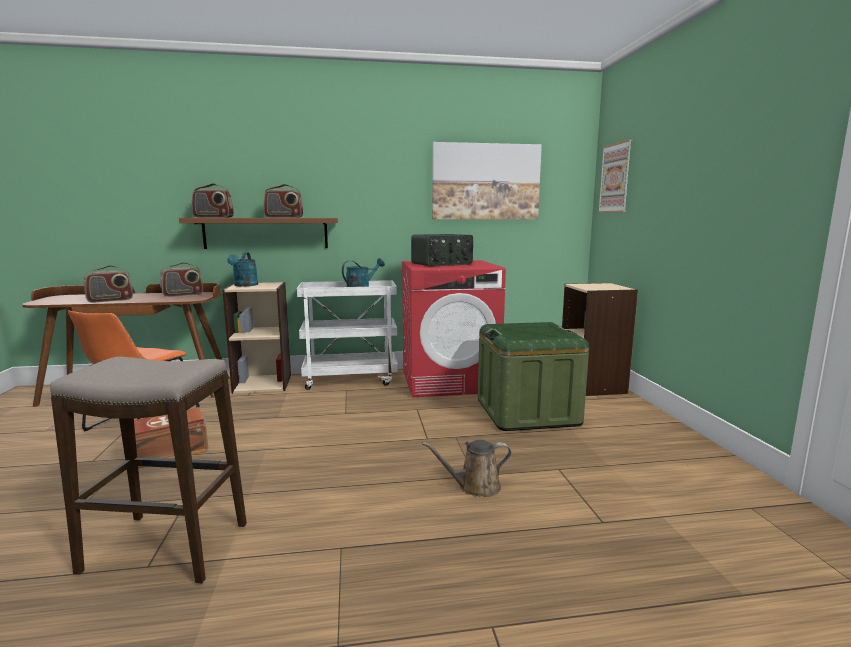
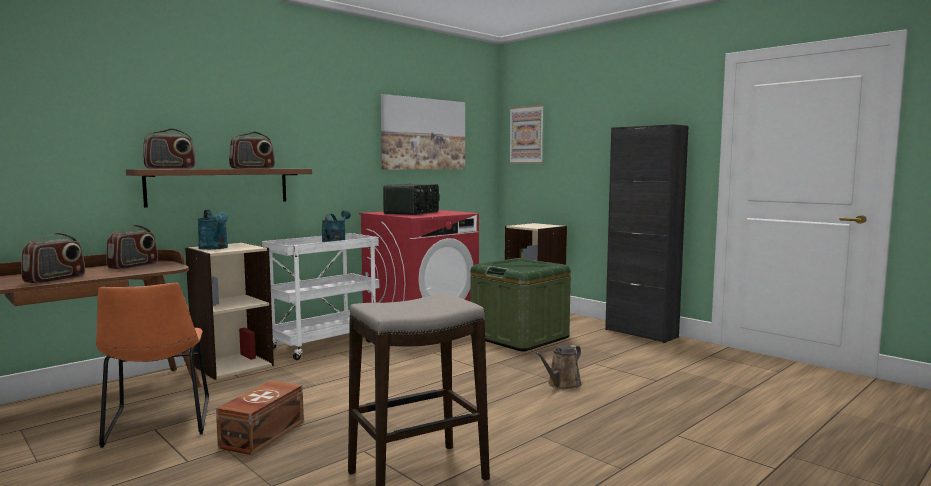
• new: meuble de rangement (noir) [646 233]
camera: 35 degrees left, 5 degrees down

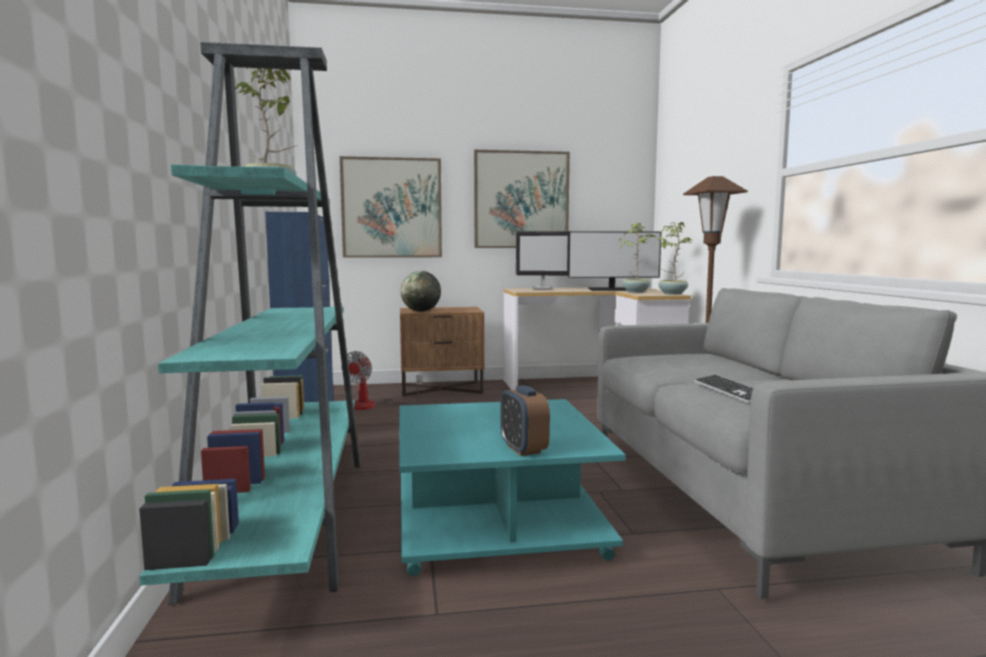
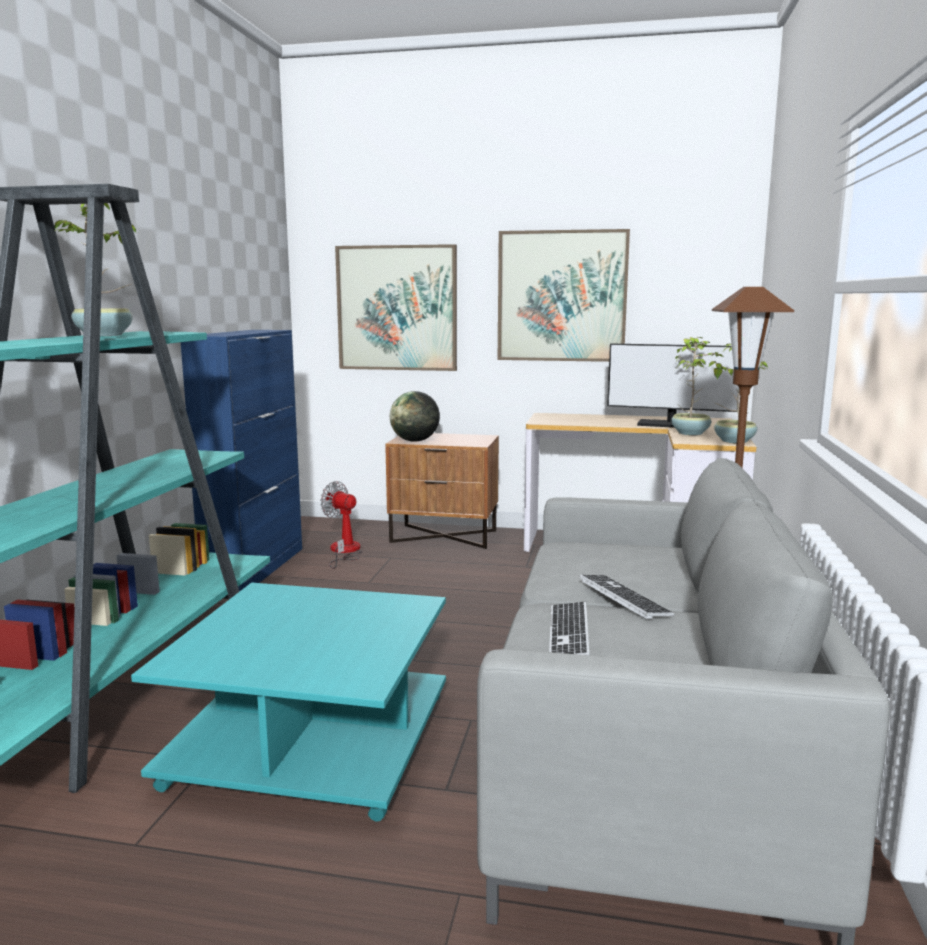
• rotated: ventilateur [381 380] = [341 525] 90 degrees clockwise
• gone: réveil [525 420]
• gone: écran d'ordinateur [543 260]
• new: clavier [627 597]
camera: 20 degrees right, 5 degrees up

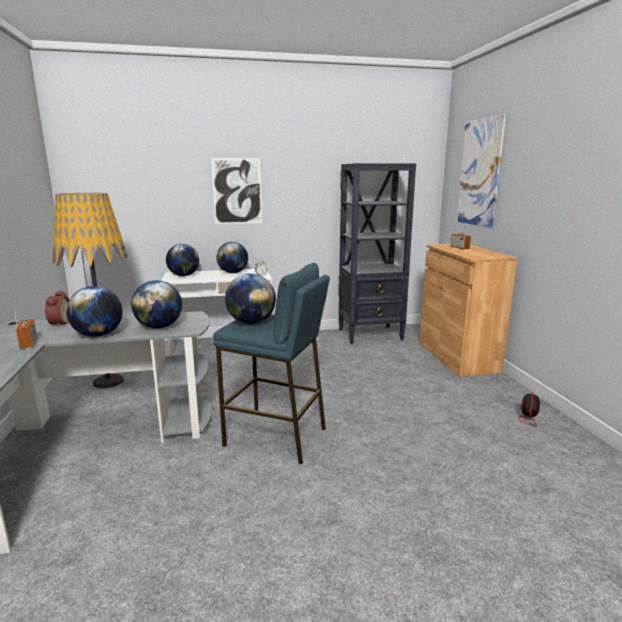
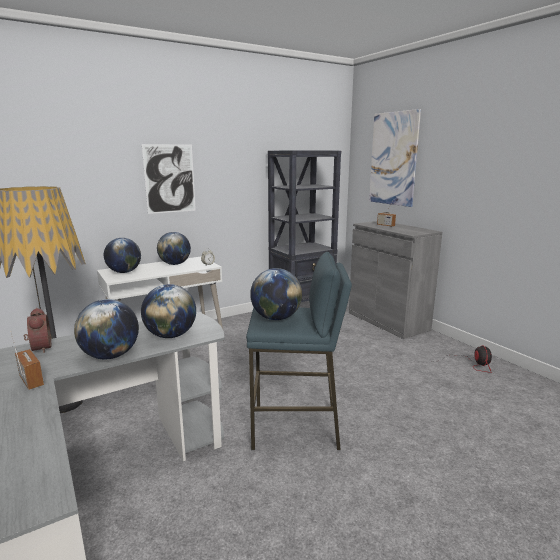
• repainted: meuble de rangement (marron) [468 310] to meuble de rangement (gris) [395 280]
camera: 20 degrees left, 0 degrees up

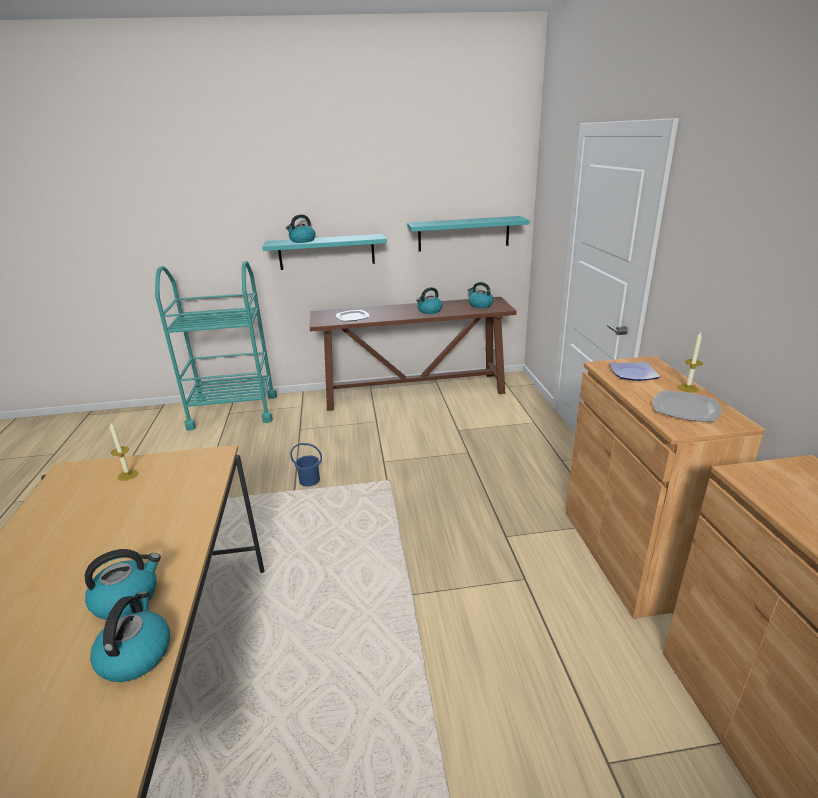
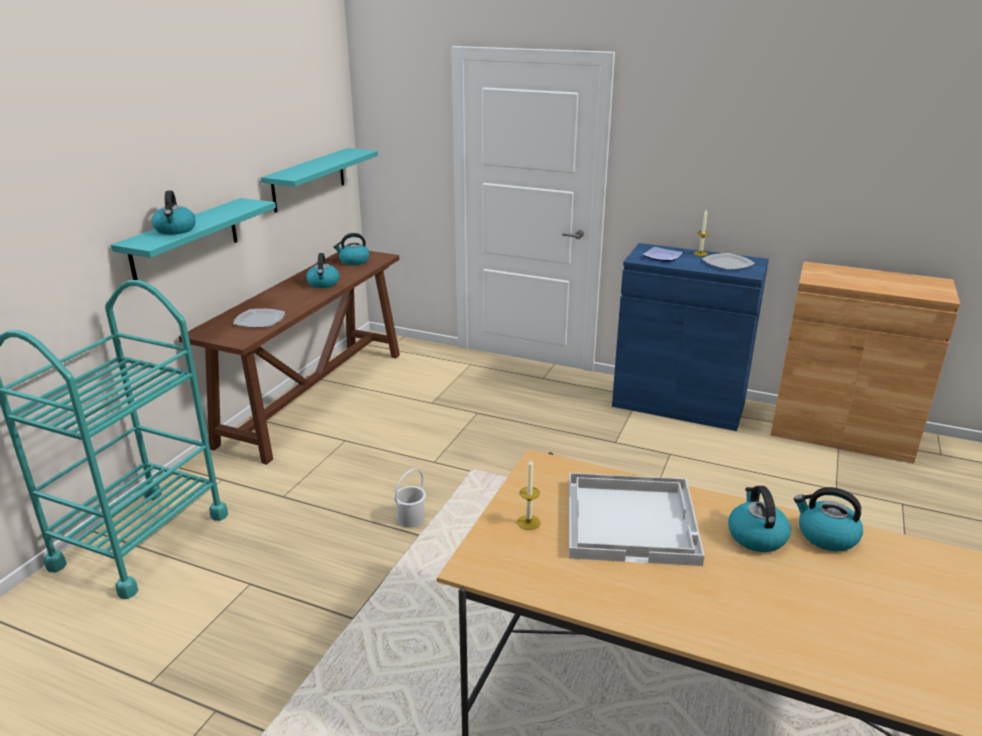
• repainted: seau (bleu) [306 465] to seau (blanc) [410 498]
• repainted: meuble de rangement (marron) [665 487] to meuble de rangement (bleu) [690 337]
• new: plateau (blanc) [637 519]
camera: 60 degrees left, 0 degrees up

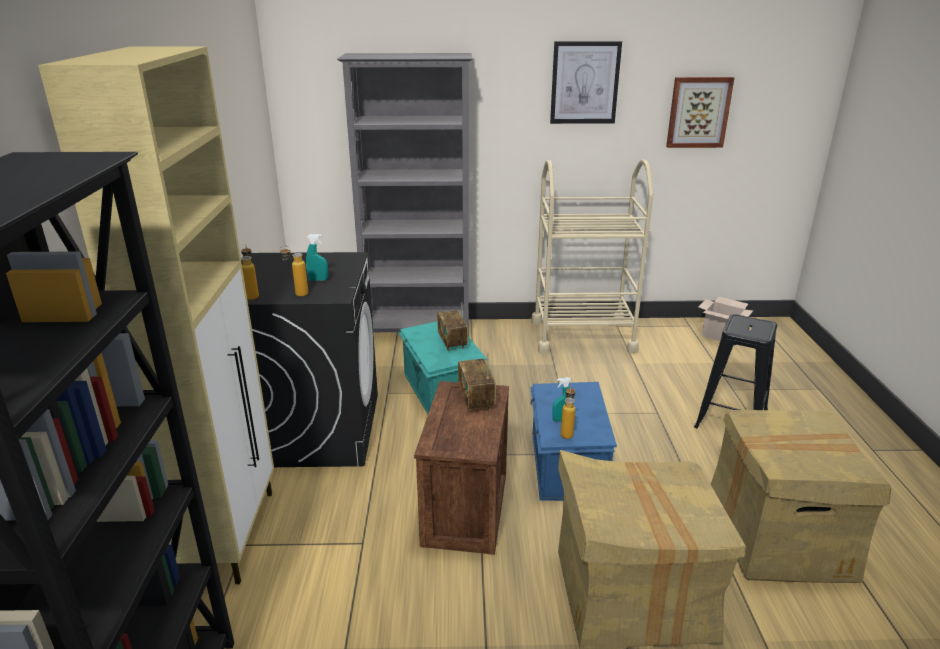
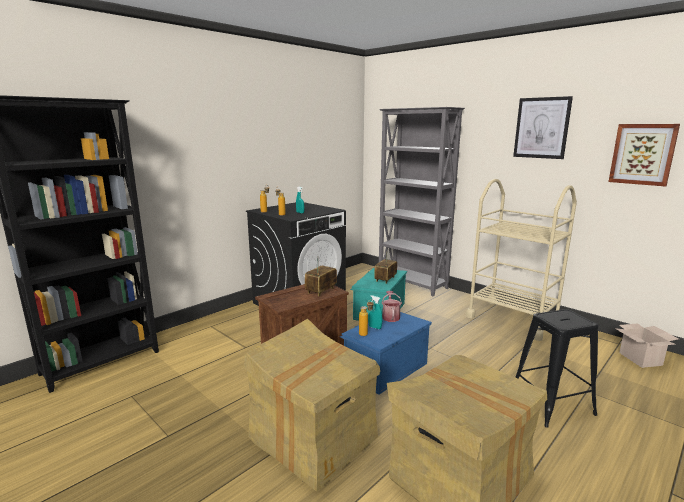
• gone: meuble de rangement (beige) [156 315]
• new: arrosoir [392 306]
camera: 45 degrees right, 10 degrees down

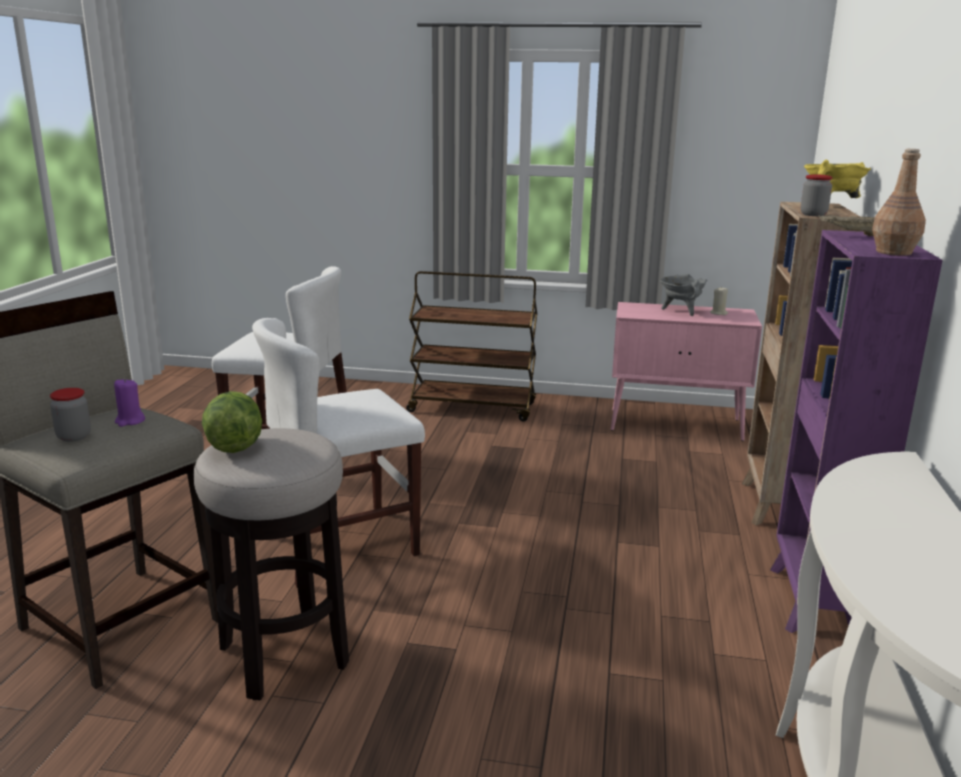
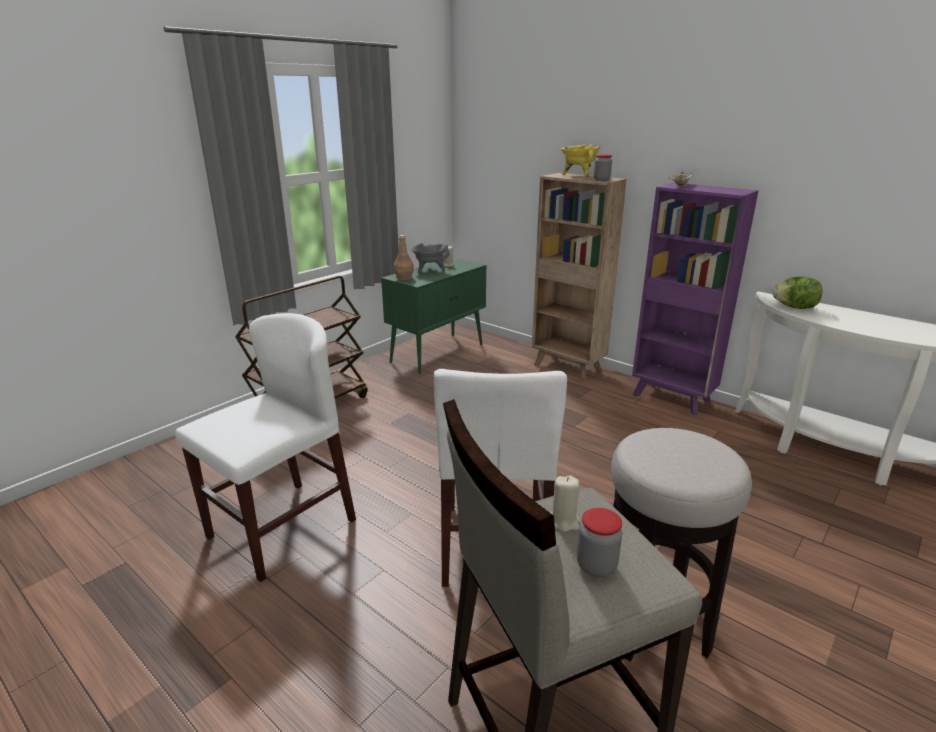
• repainted: bougie (violet) [129 402] to bougie (beige) [565 503]
• shifted: laitue [232 422] to [797 293]
• repainted: meuble de rangement (rose) [686 371] to meuble de rangement (vert) [433 316]
• shifted: bouteille (marron) [899 202] to [404 257]
camera: 60 degrees left, 5 degrees up

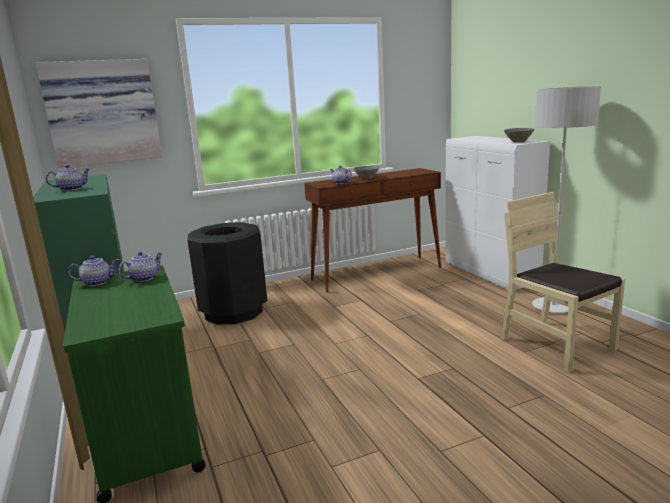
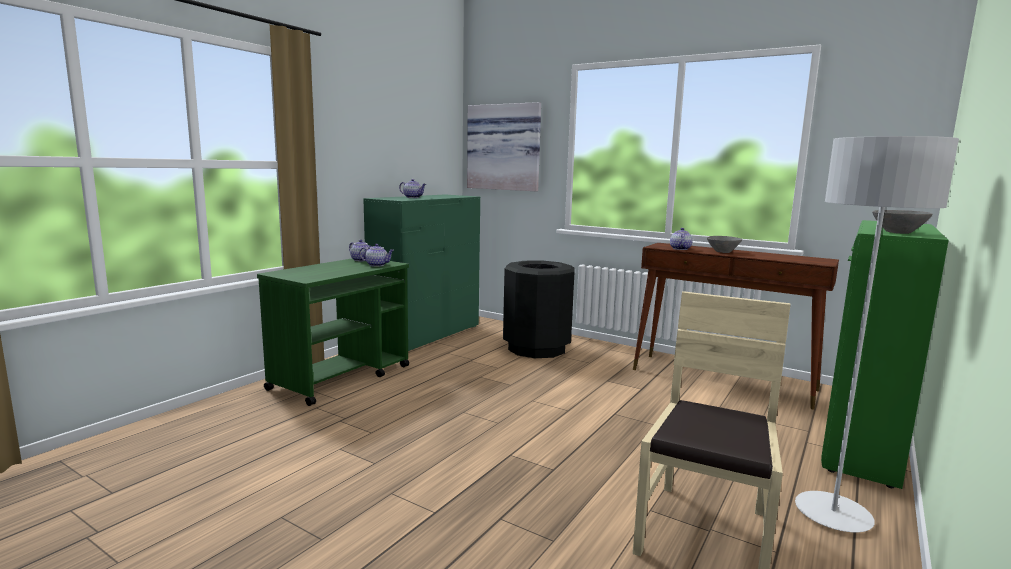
• repainted: meuble de rangement (blanc) [497 212] to meuble de rangement (vert) [885 354]
camera: 55 degrees right, 5 degrees down

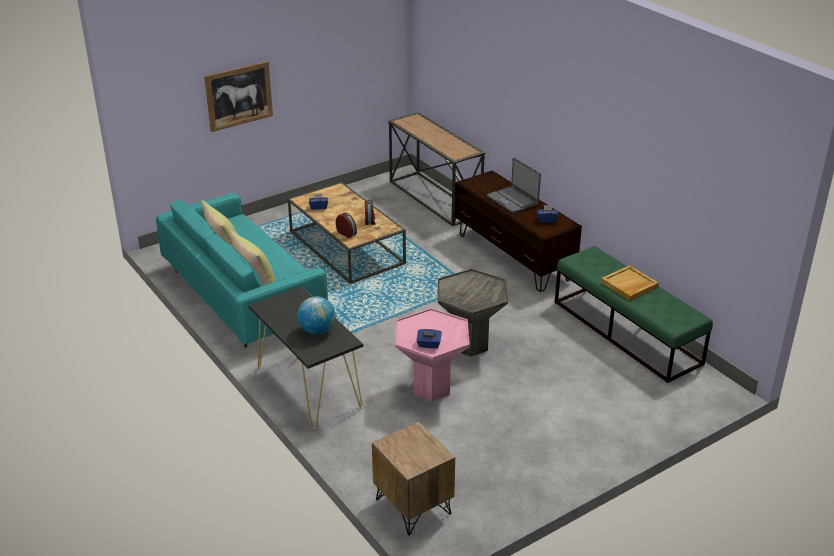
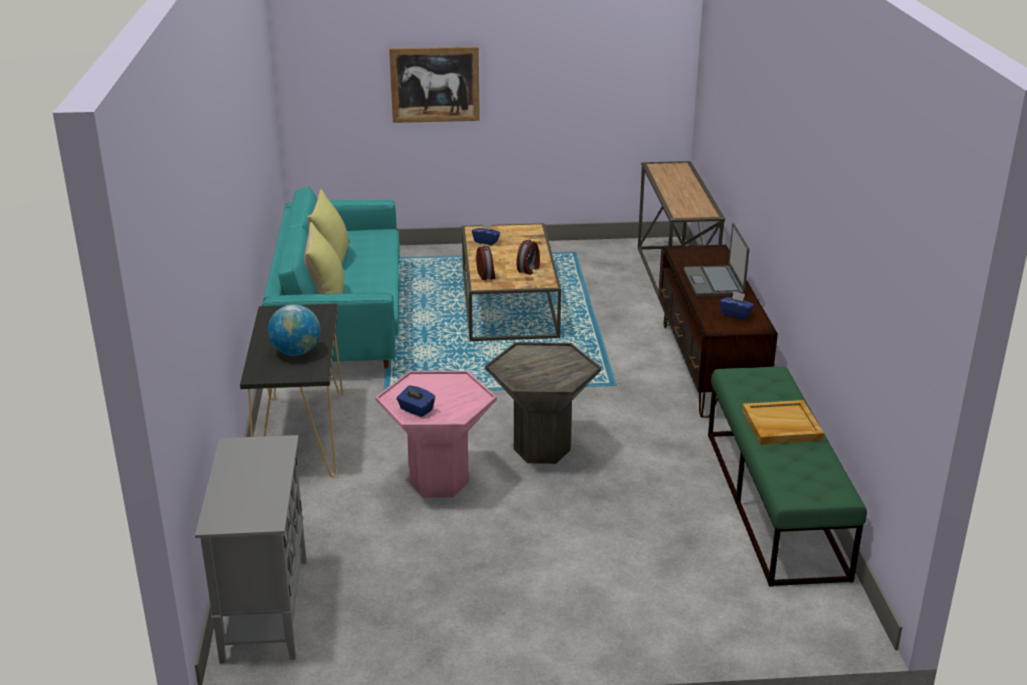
• swapped: table de chevet (marron) [413 478] to meuble de rangement (gris) [251 549]
camera: 30 degrees right, 5 degrees down

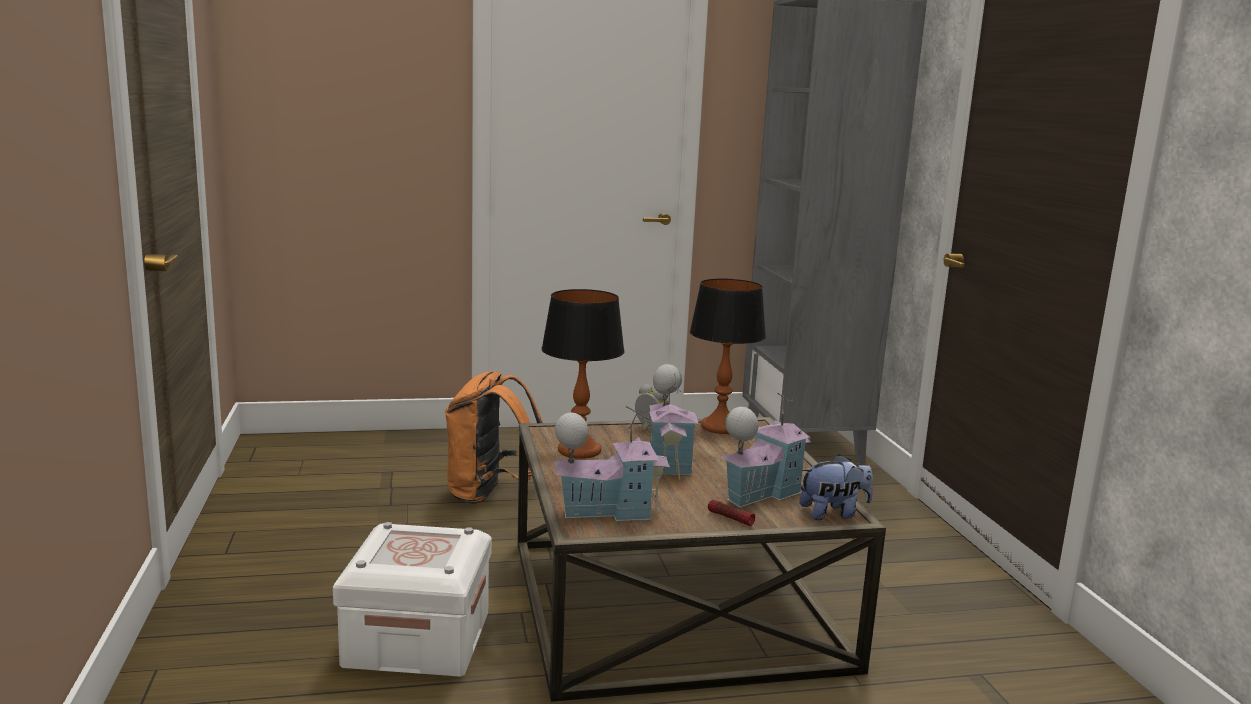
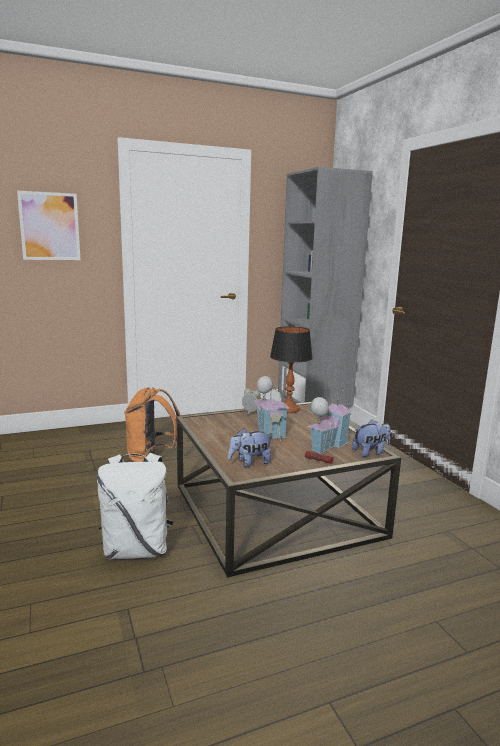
• swapped: boîte de rangement (blanc) [412 599] to sac à dos (blanc) [135 506]
• gone: lampe de table [583 374]
• swapped: maison miniature [612 463] to peluche [250 447]
• new: tableau [49 225]
camera: 10 degrees left, 0 degrees up

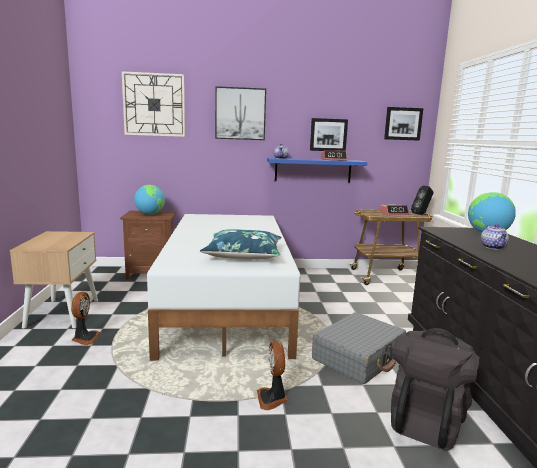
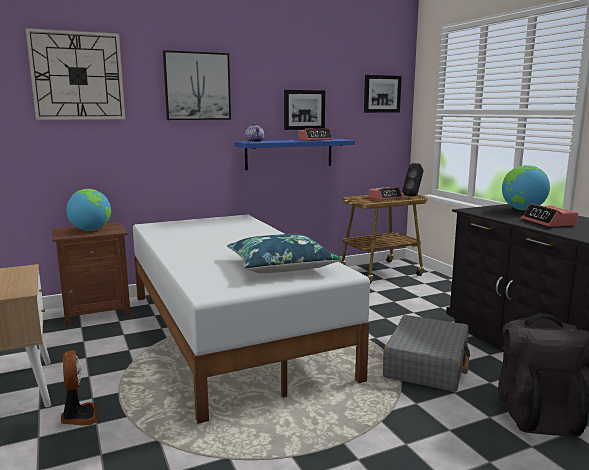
• gone: ventilateur [272 375]
• swapped: théière [495 236] to réveil [550 215]
camera: 20 degrees left, 0 degrees up

